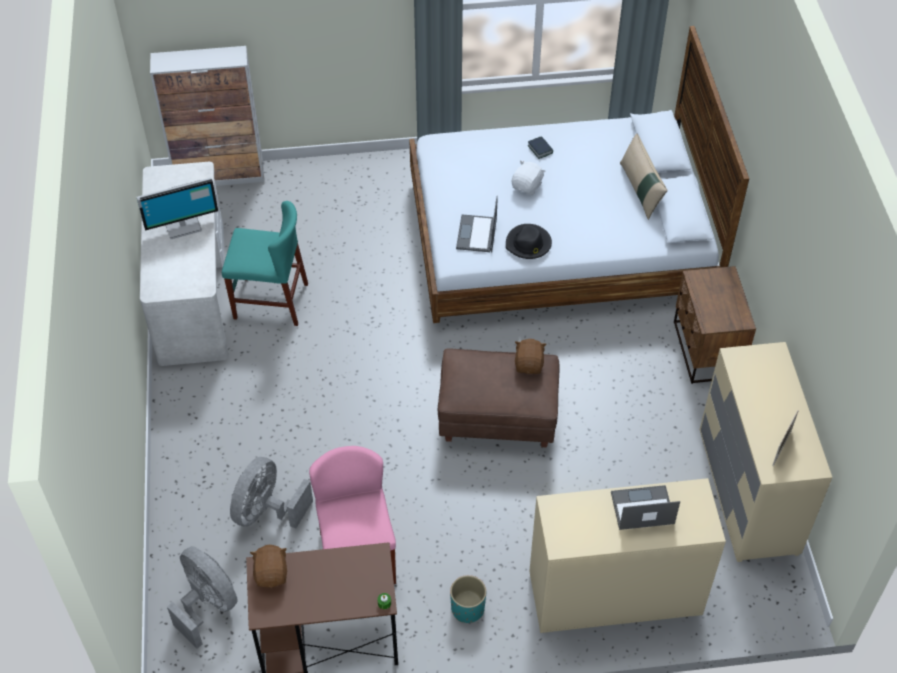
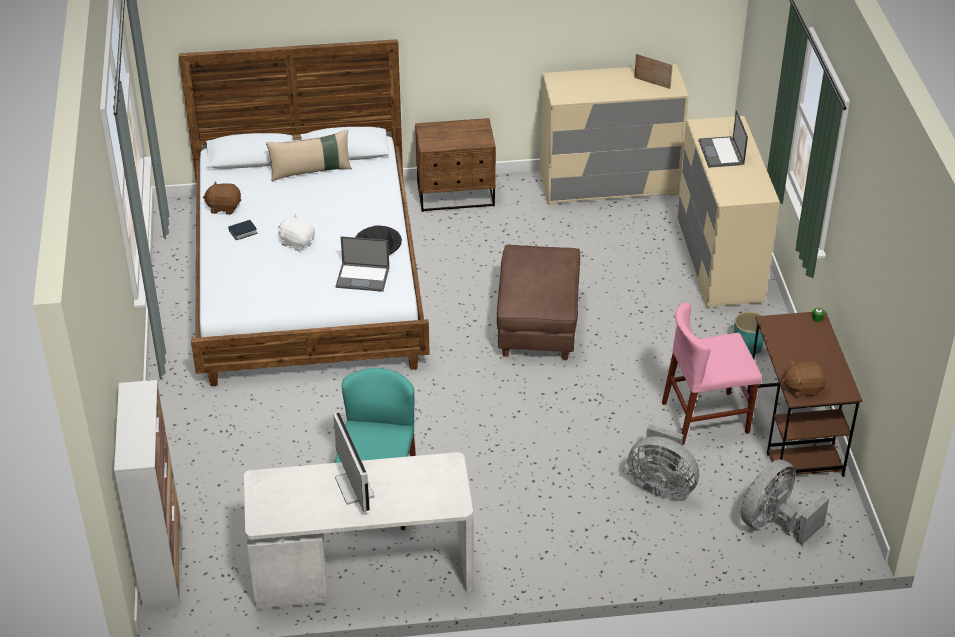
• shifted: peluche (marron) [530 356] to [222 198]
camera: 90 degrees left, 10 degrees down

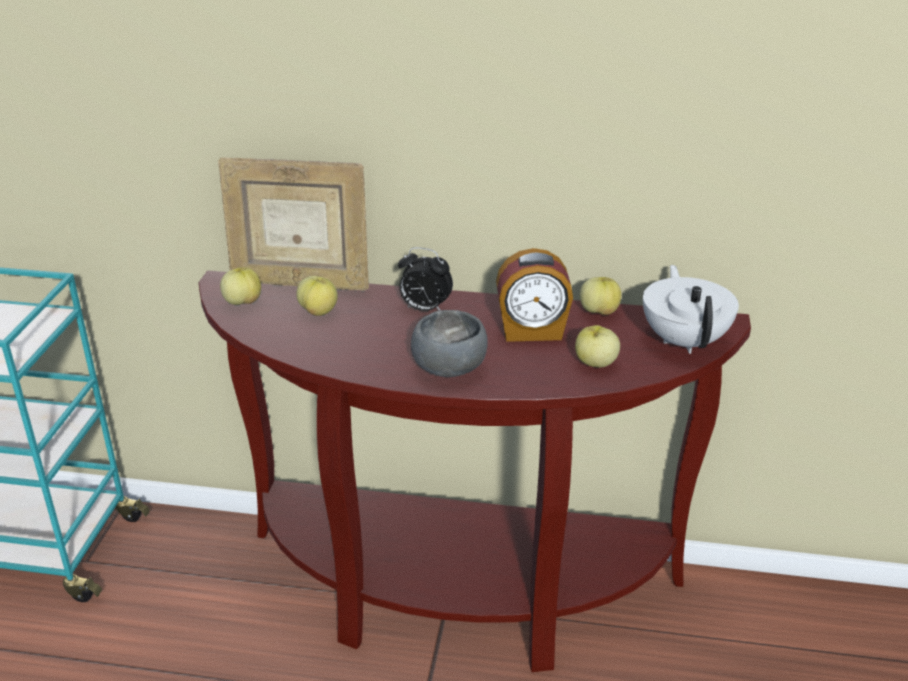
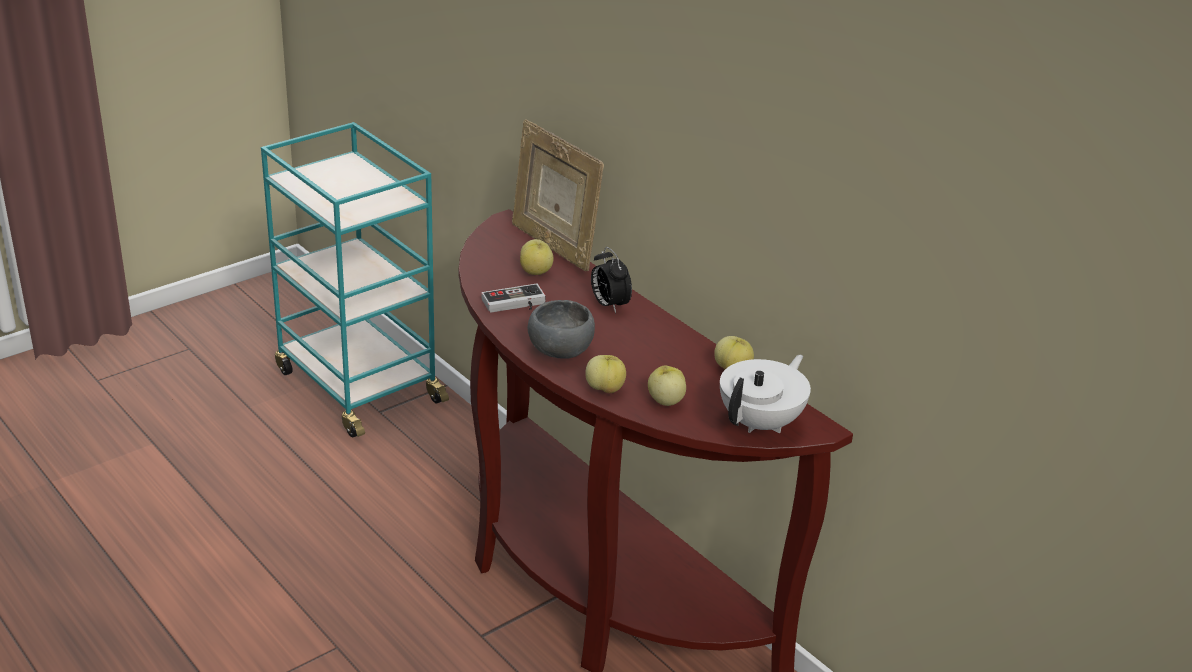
• shifted: pomme [240 286] to [605 374]
• gone: réveil [534 295]
• new: manette [514 298]
camera: 40 degrees right, 0 degrees up

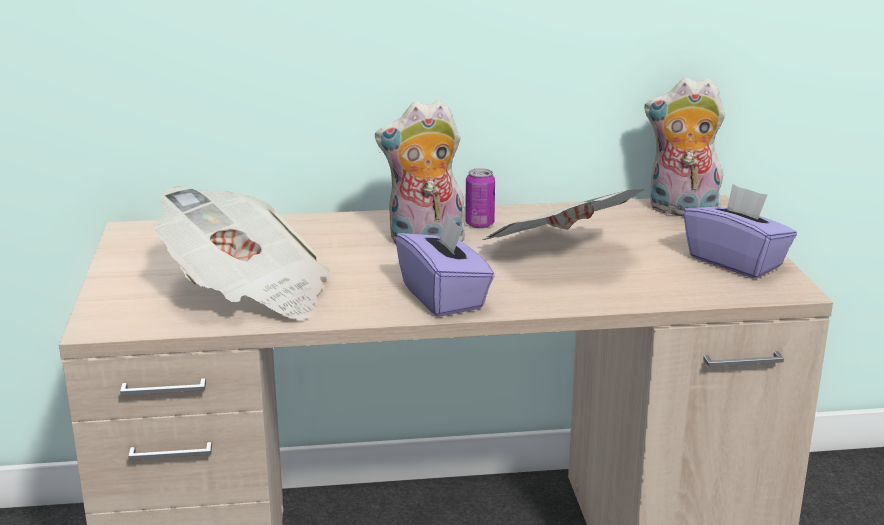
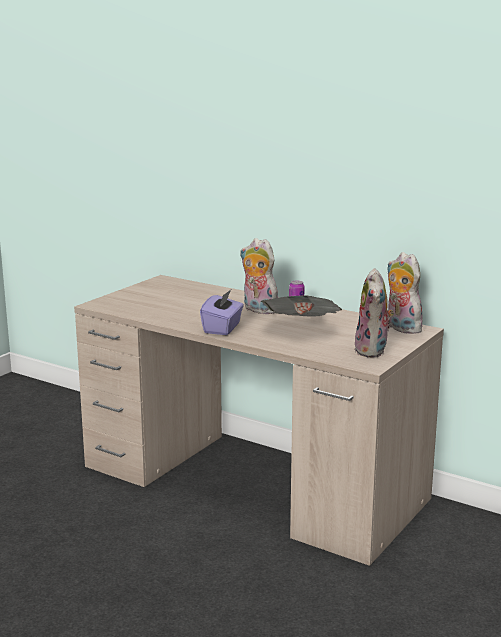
• gone: journal [241 253]
• swapped: boîte à mouchoirs (violet) [740 231] to peluche [374 313]
camera: 40 degrees right, 5 degrees down

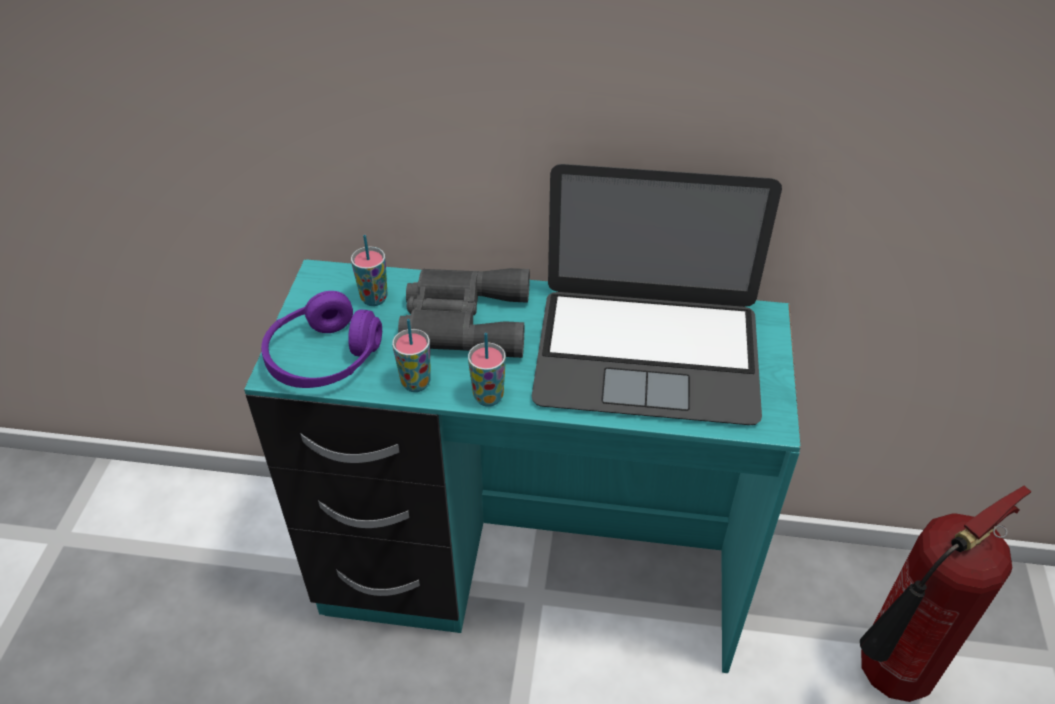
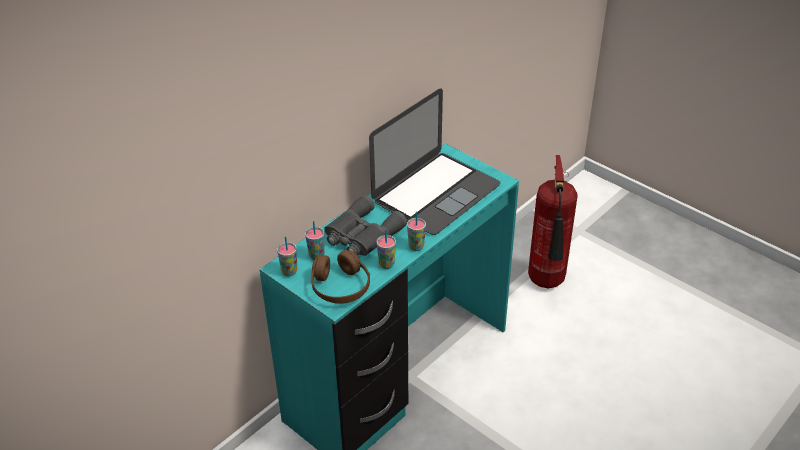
• repainted: casque audio (violet) [321 339] to casque audio (marron) [340 277]
• new: tasse [287 256]
camera: 55 degrees left, 5 degrees down

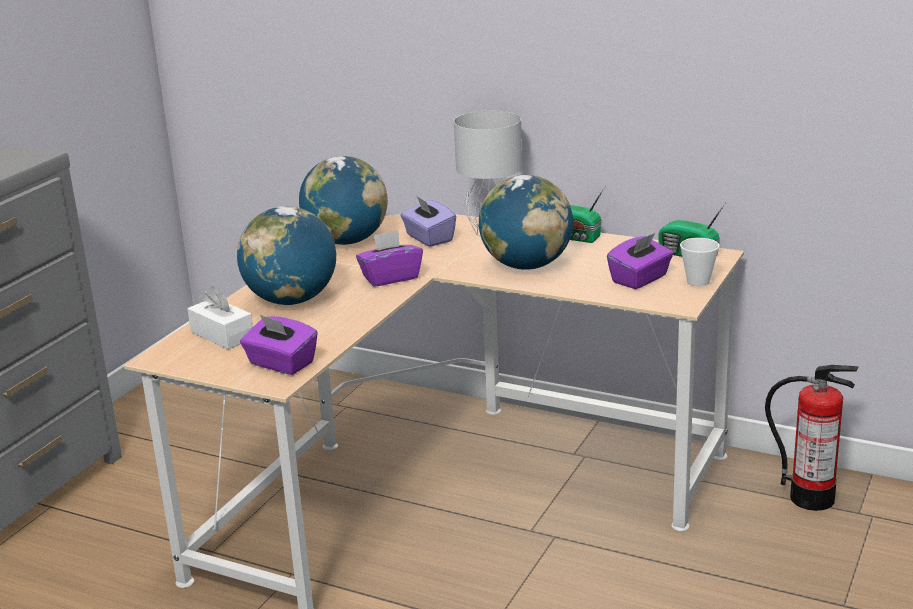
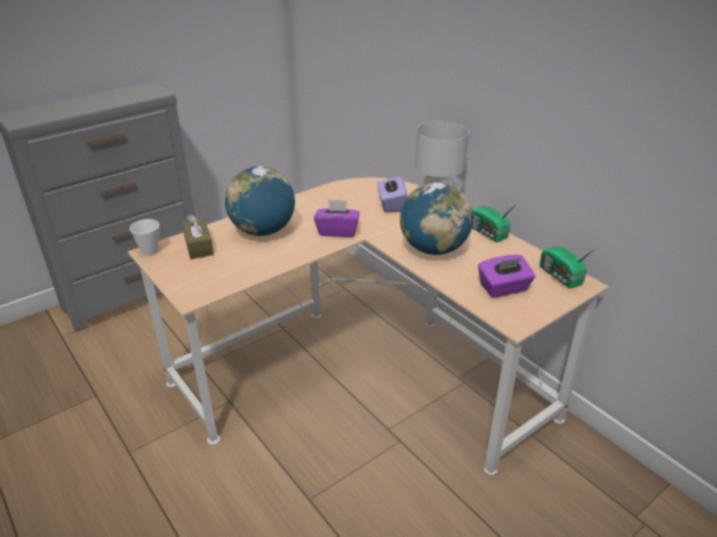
• repainted: boîte à mouchoirs (blanc) [220 318] to boîte à mouchoirs (marron) [198 236]
• gone: boîte à mouchoirs (violet) [279 345]
• gone: globe [343 200]
• shifted: tasse [700 262] to [144 237]
• gone: extincteur [812 438]
camera: 25 degrees right, 10 degrees up

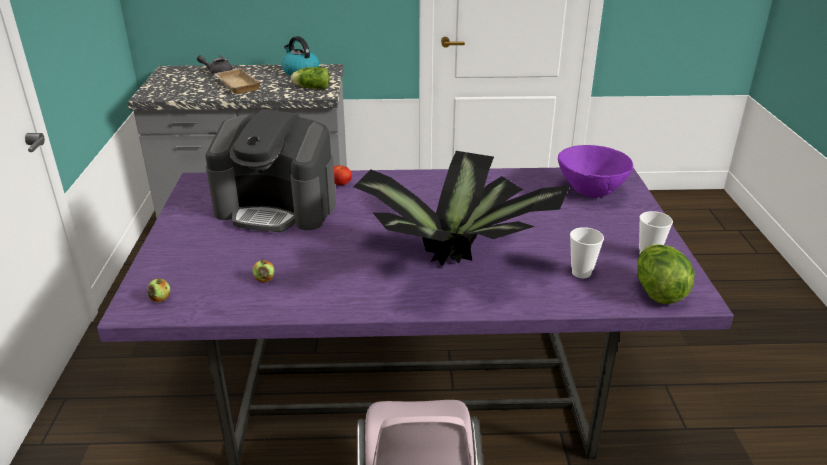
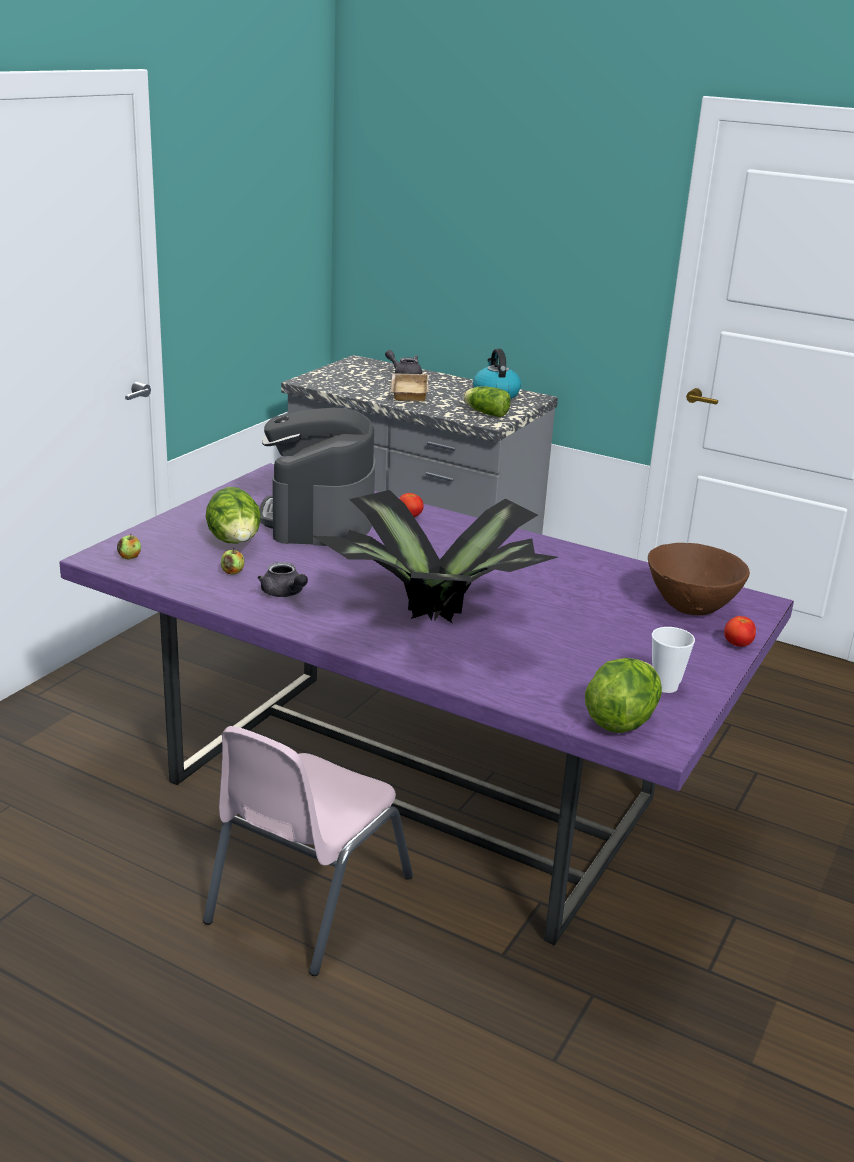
• rotated: machine à café [270 171] = [317 477] 45 degrees clockwise
• repainted: bol (violet) [595 171] to bol (marron) [699 579]
• gone: tasse [587 252]
• new: laitue [233 515]
• new: théière (gris) [282 579]
• new: tomate [740 631]
camera: 30 degrees right, 5 degrees down

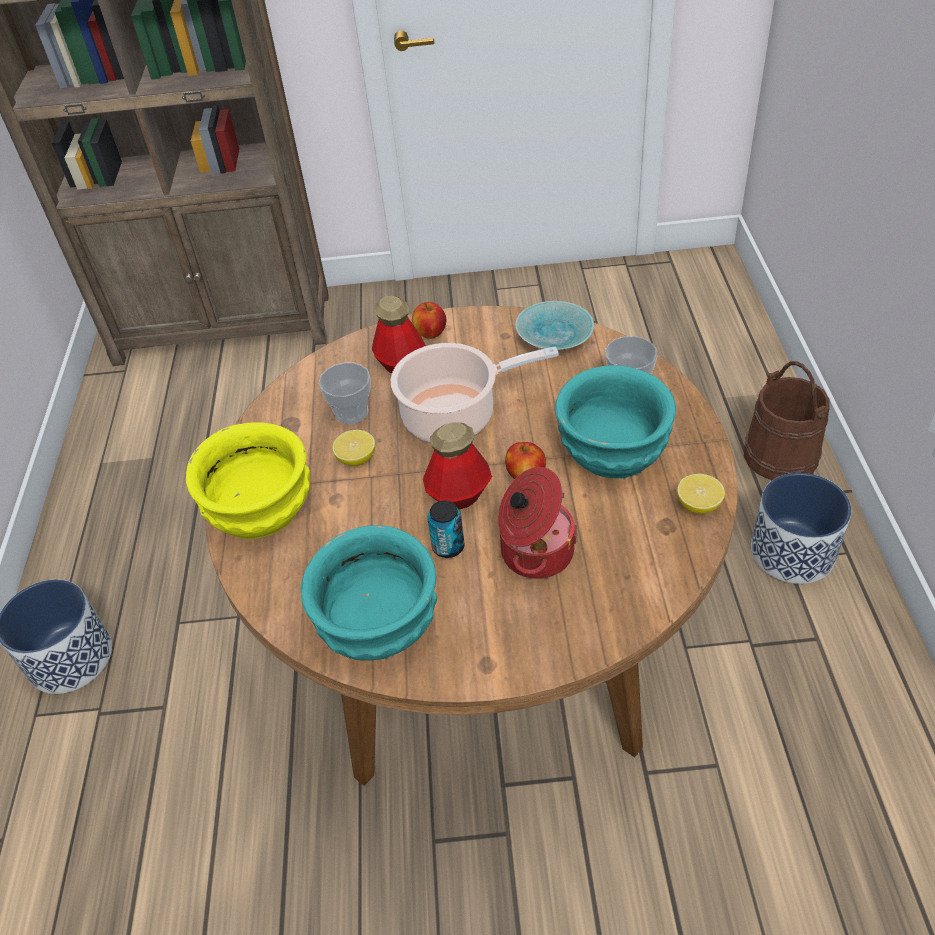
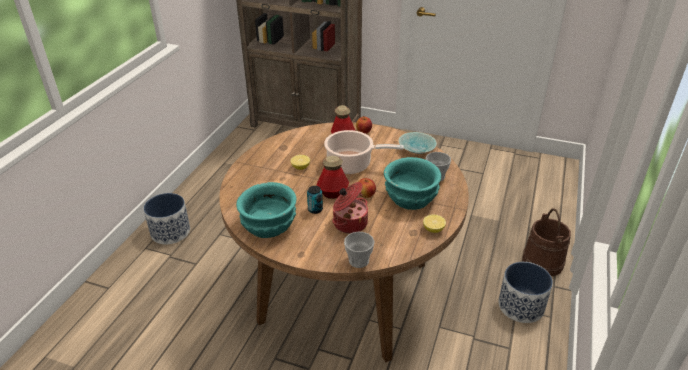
• gone: bol (jaune) [248 480]
• shifted: tasse [344 393] to [359 250]
camera: 20 degrees right, 10 degrees down

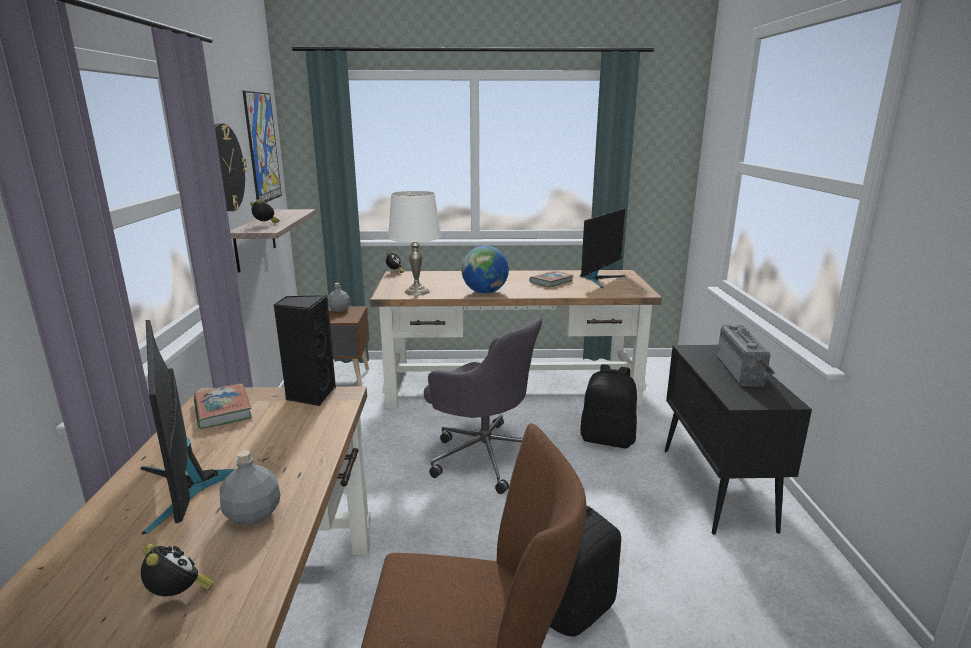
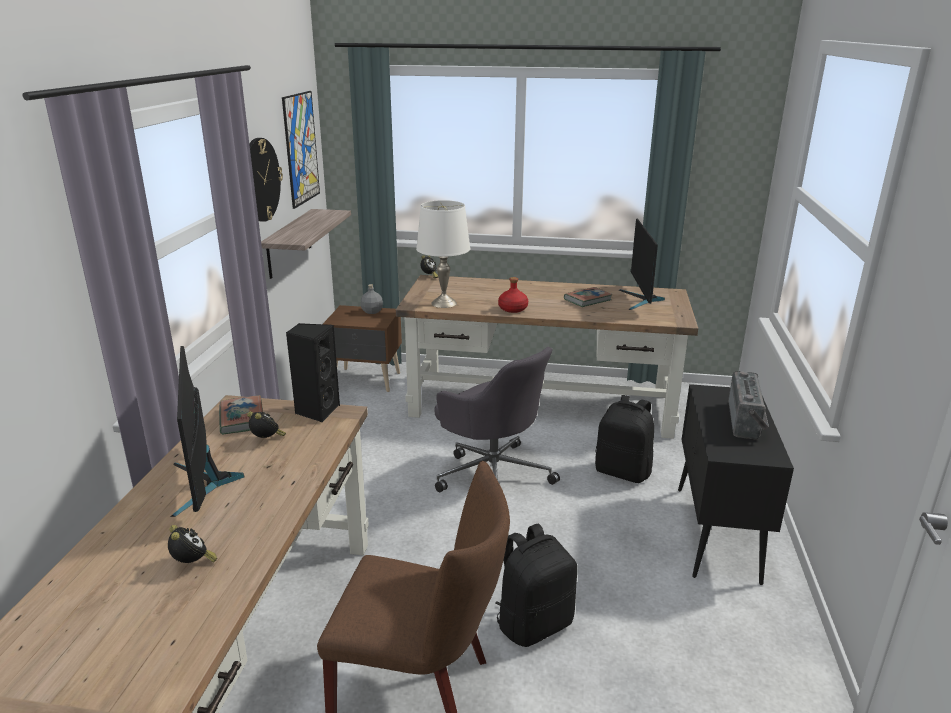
• gone: bouteille (gris) [250 487]
• shifted: réveil [264 211] to [266 424]
• swapped: globe [485 270] to bouteille (rouge) [513 295]
• rotated: écran d'ordinateur [602 248] = [642 264] 135 degrees clockwise
camera: 10 degrees right, 5 degrees up

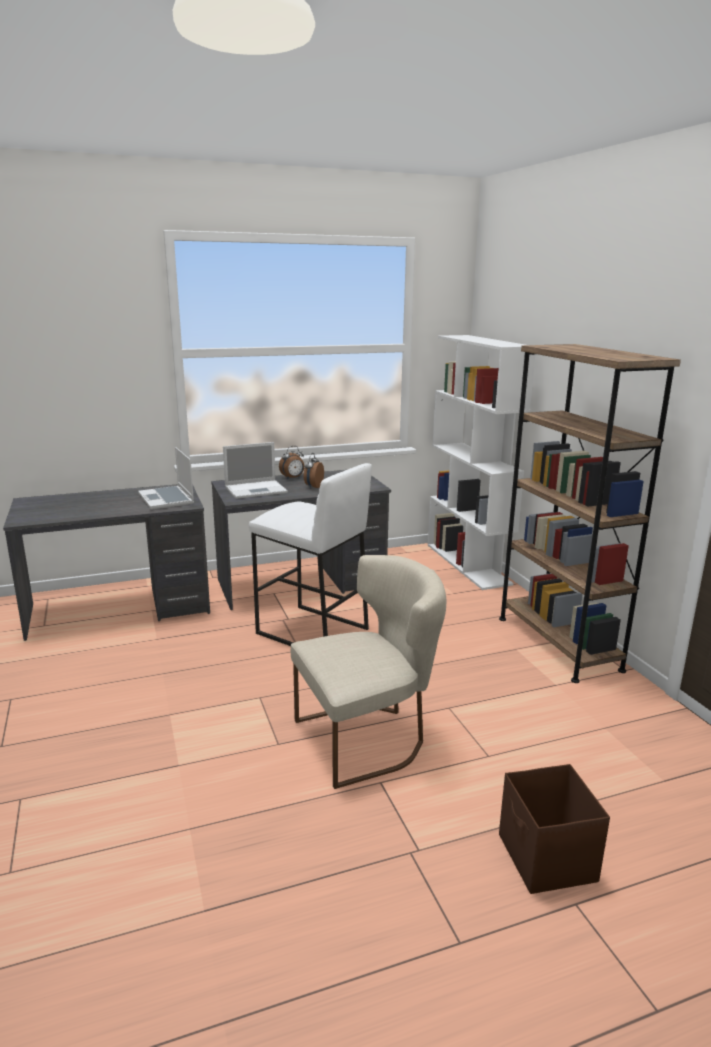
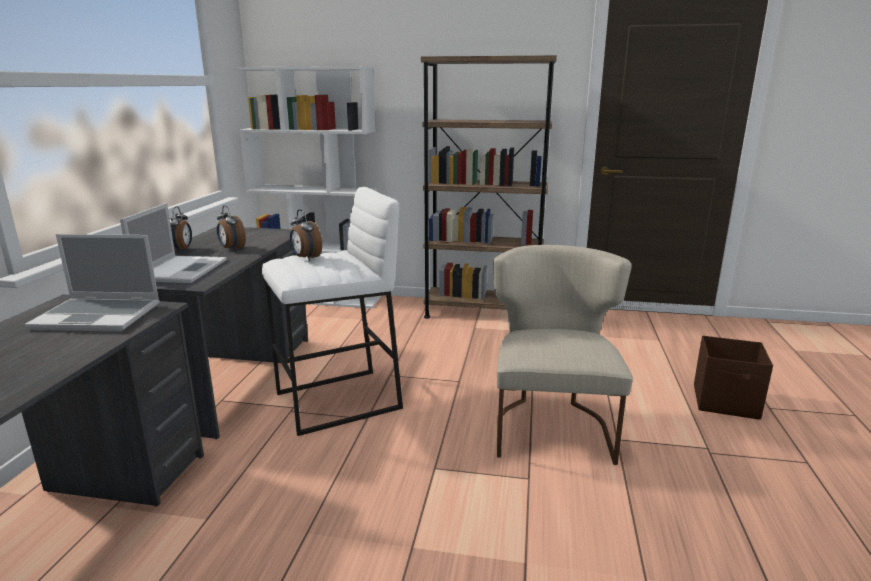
• new: réveil [306 235]
camera: 60 degrees left, 0 degrees up

